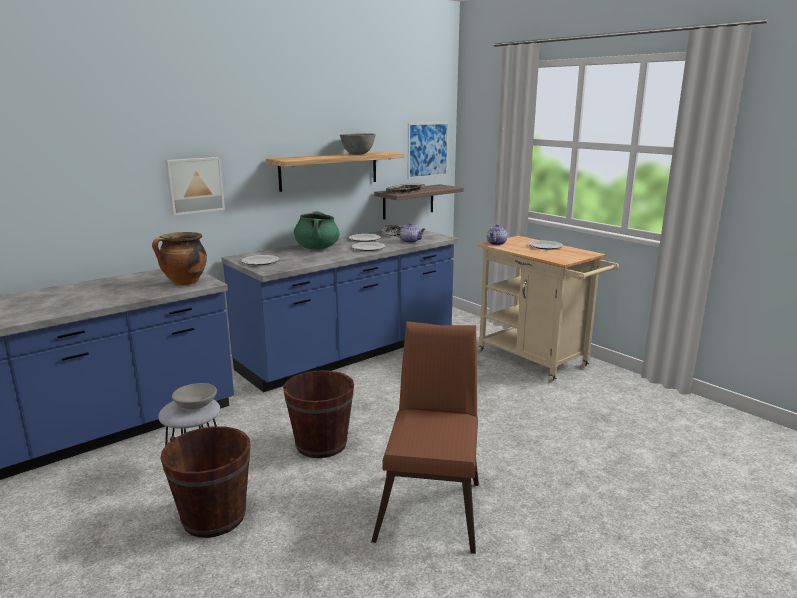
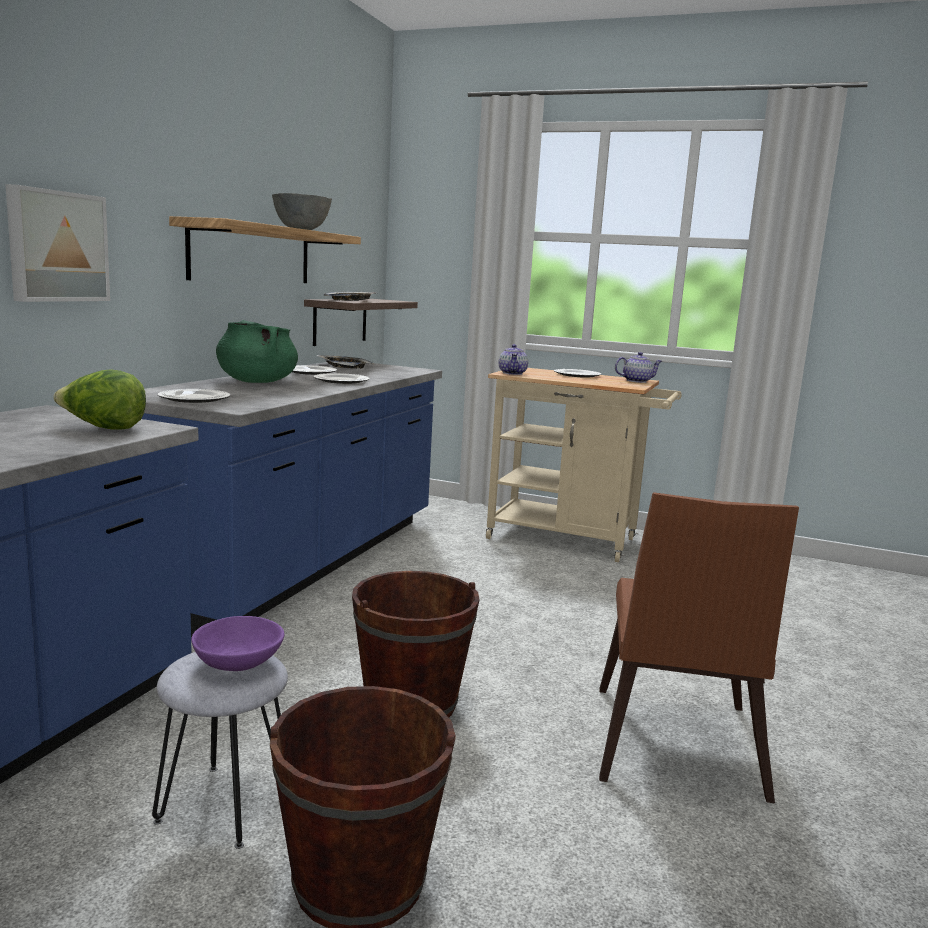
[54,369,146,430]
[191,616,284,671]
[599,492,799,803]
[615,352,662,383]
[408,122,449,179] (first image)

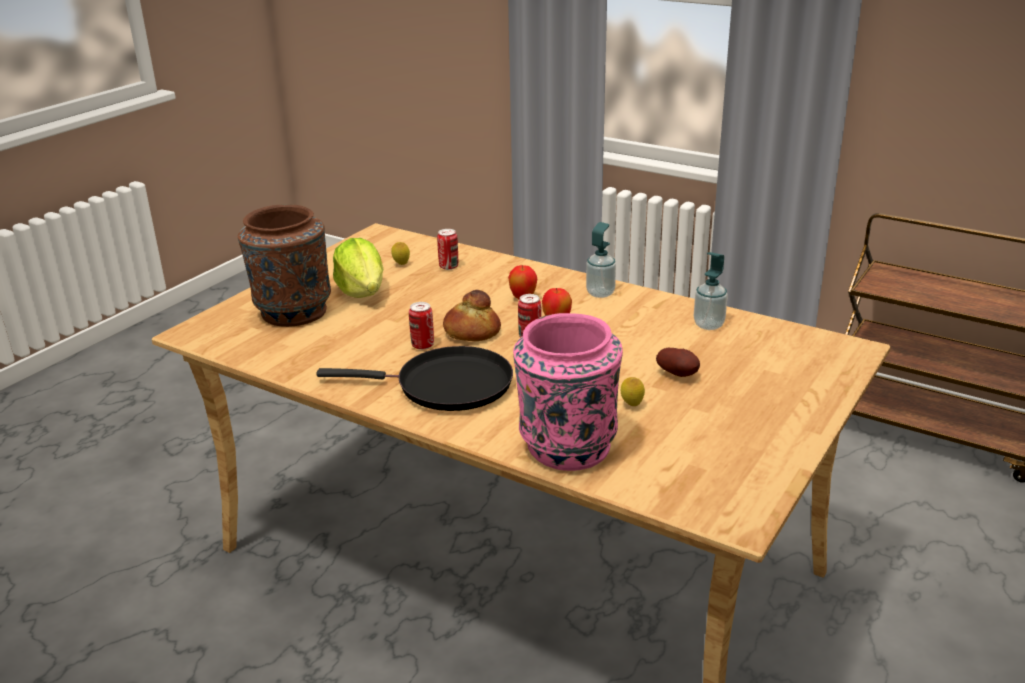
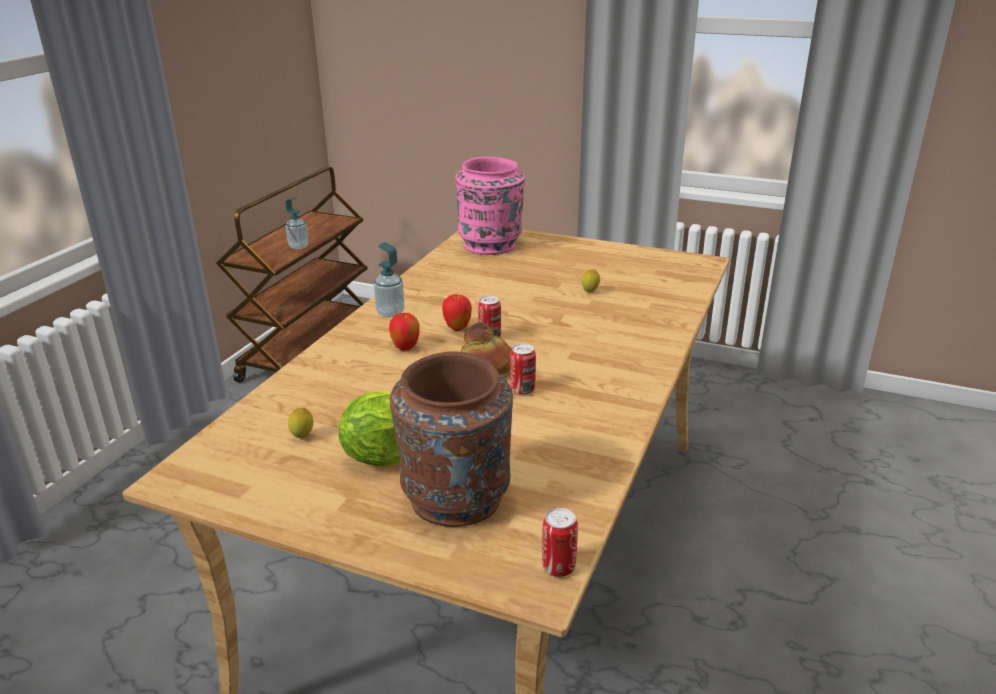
[285,197,308,249]
[455,156,525,255]
[542,508,578,577]
[317,346,513,411] (first image)
[656,348,700,377] (first image)

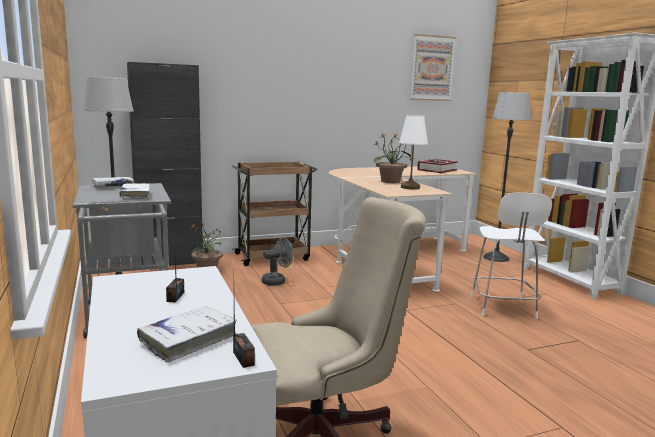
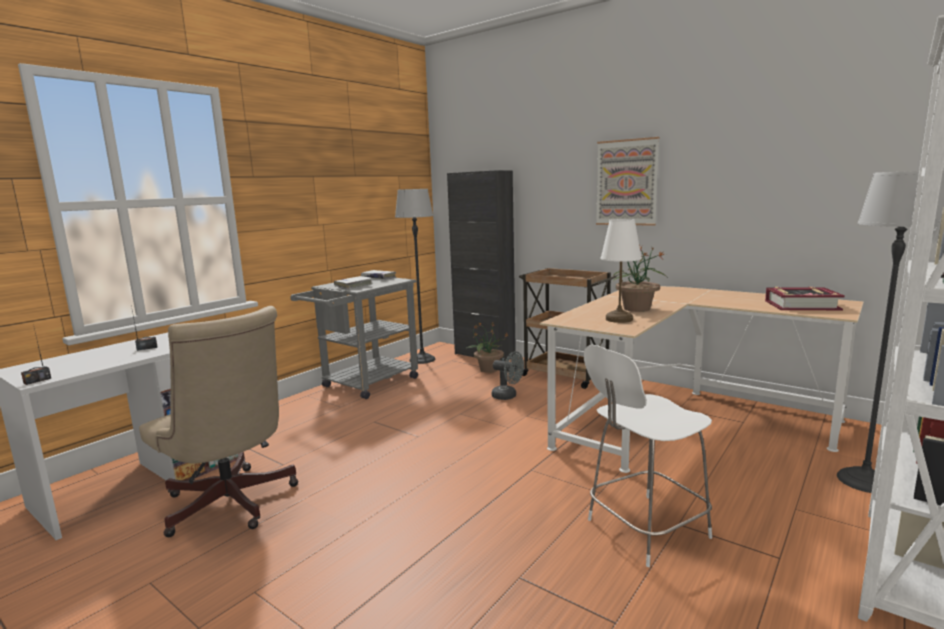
[596,137,659,226]
[137,306,238,362] (first image)

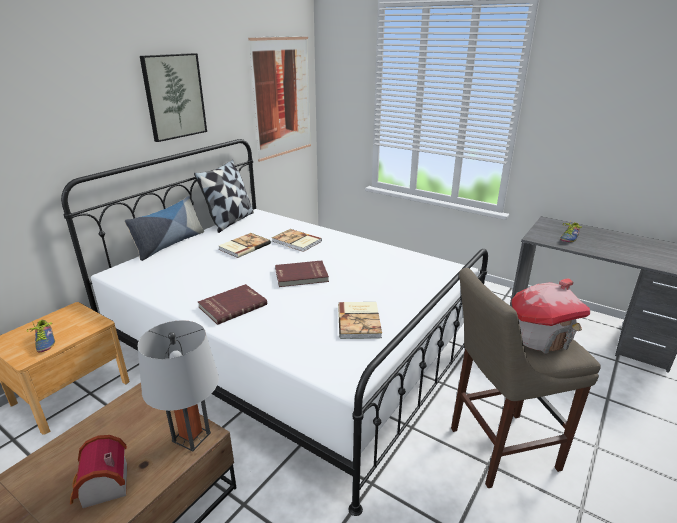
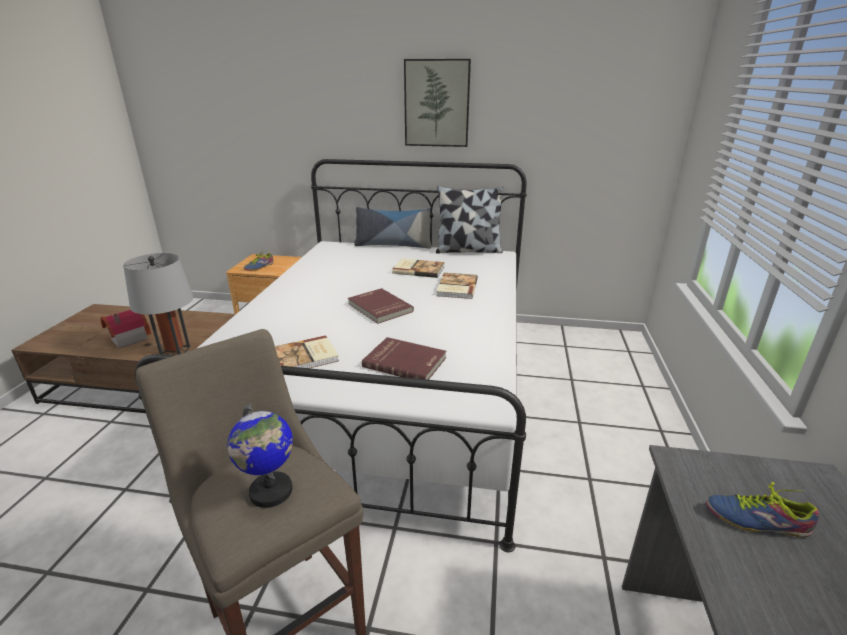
[228,403,293,508]
[362,337,446,380]
[248,36,311,162] (first image)

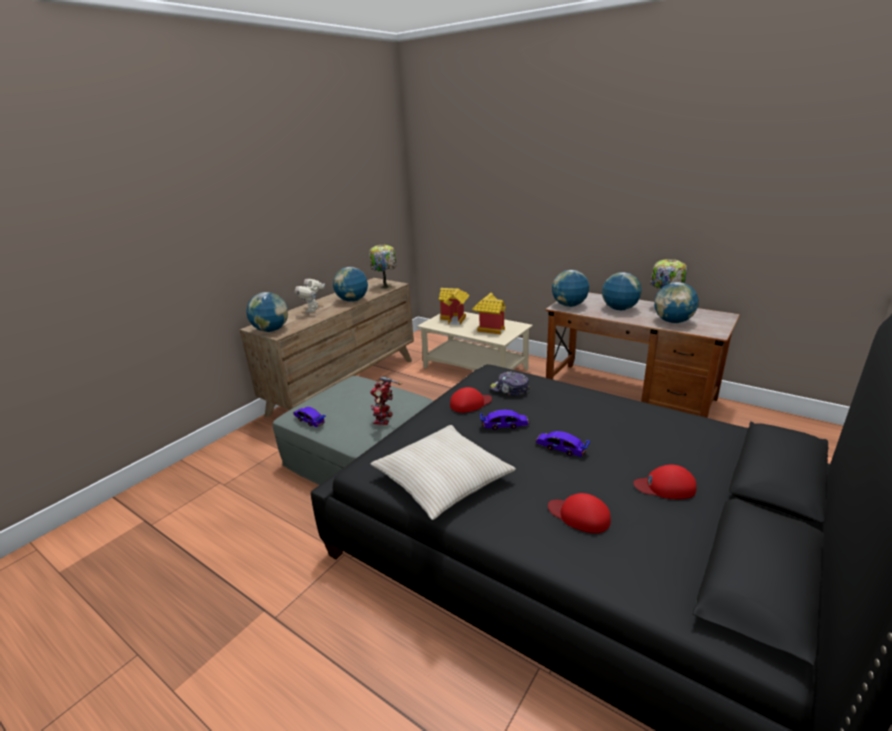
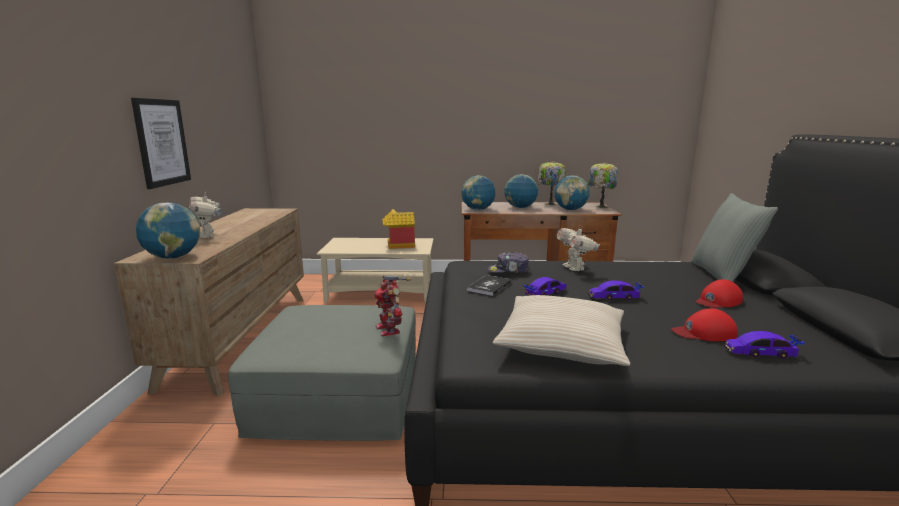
[131,98,191,189]
[467,275,512,296]
[557,225,600,271]
[588,162,618,208]
[691,193,778,282]
[724,331,805,359]
[333,267,368,302] (first image)
[439,288,470,325] (first image)

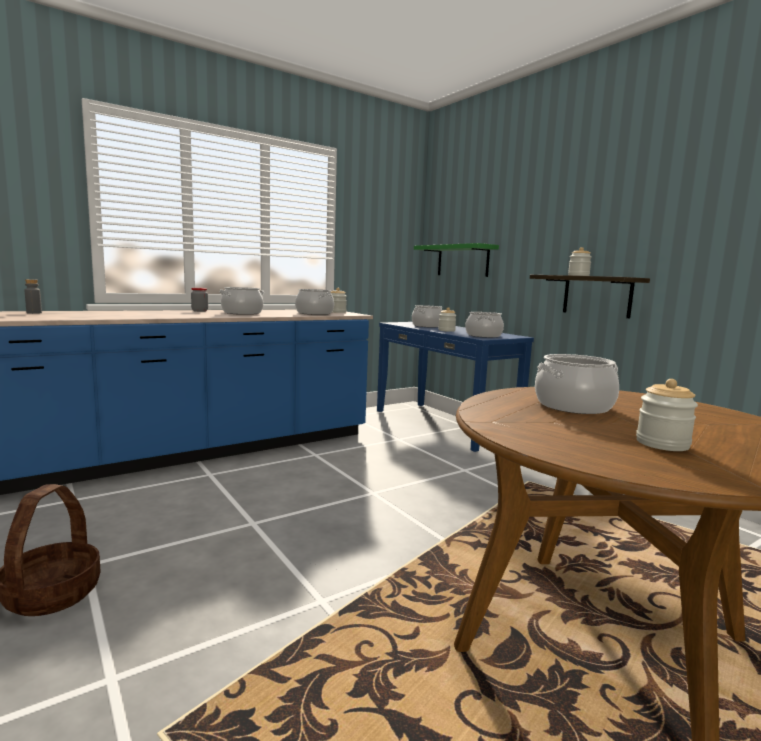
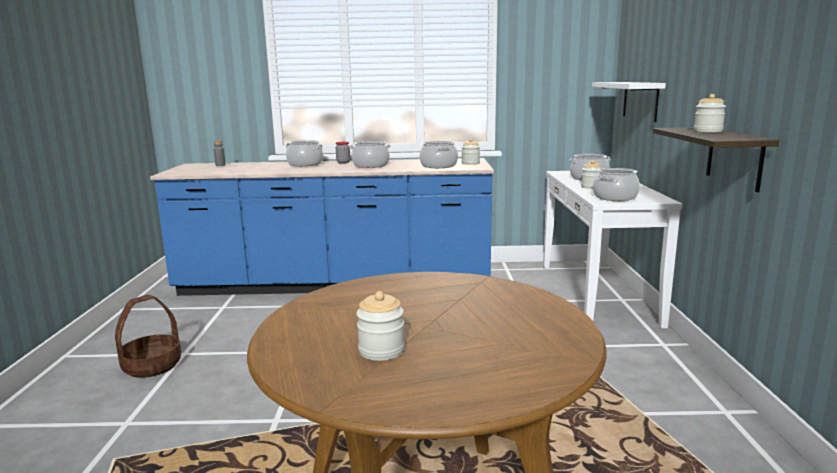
[285,140,323,166]
[543,171,682,328]
[592,82,666,122]

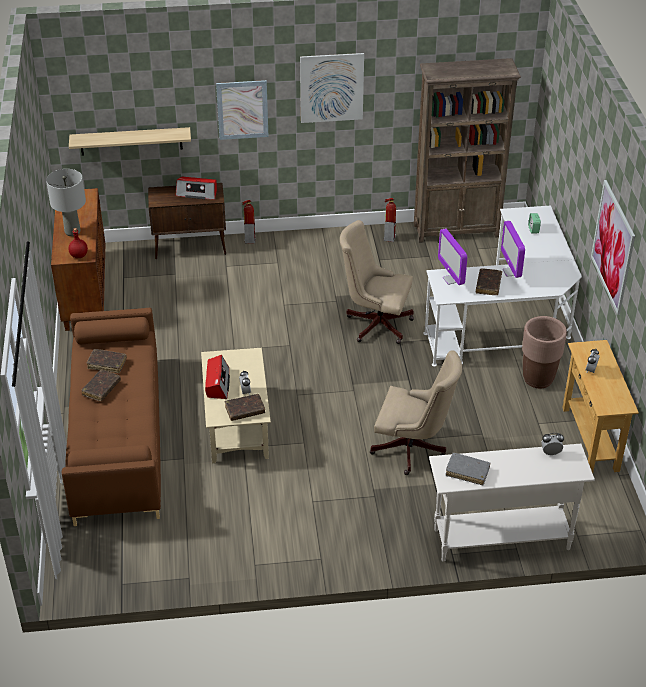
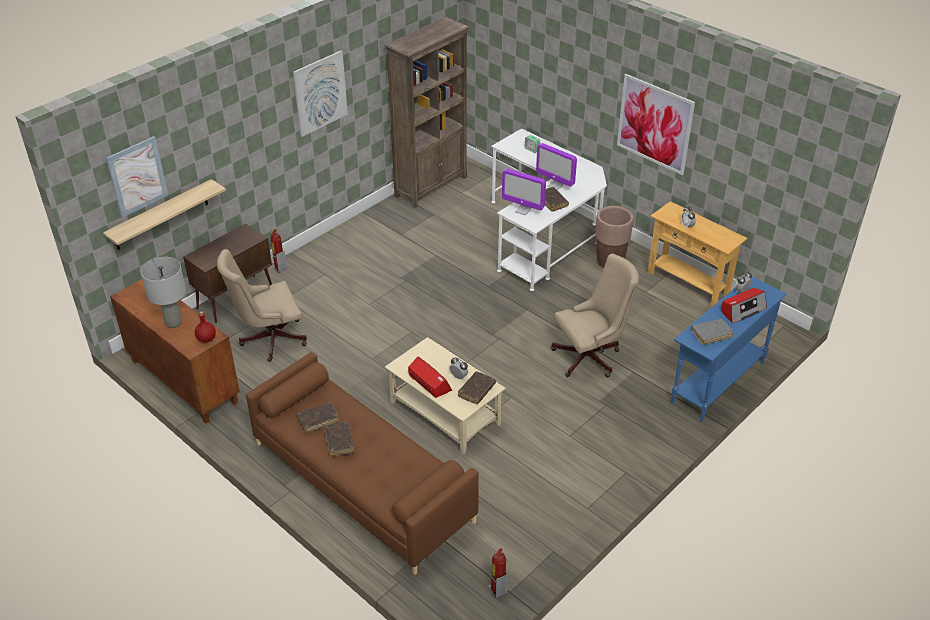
[106,136,168,218]
[217,249,307,362]
[488,548,508,598]
[671,277,787,421]
[721,288,767,324]

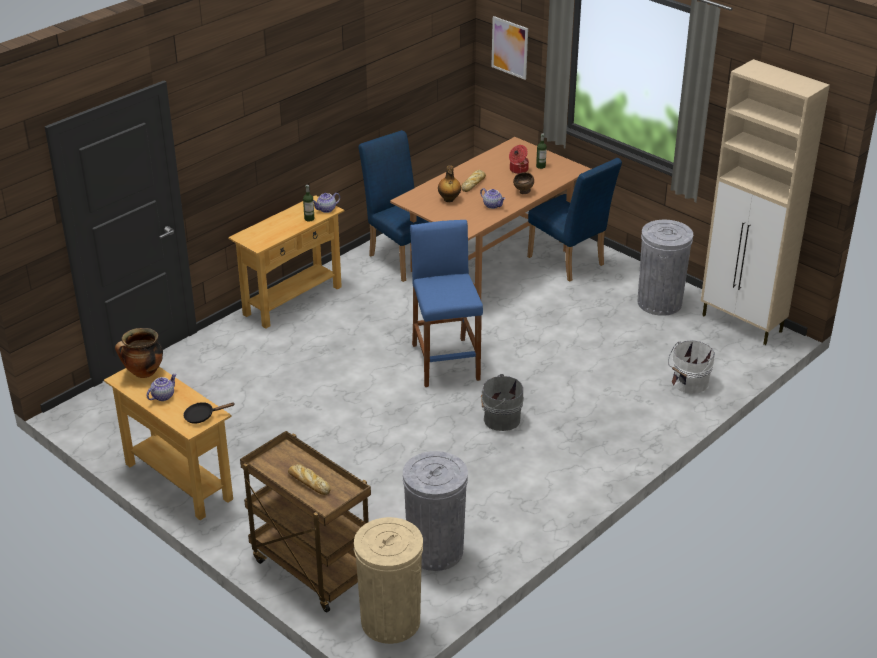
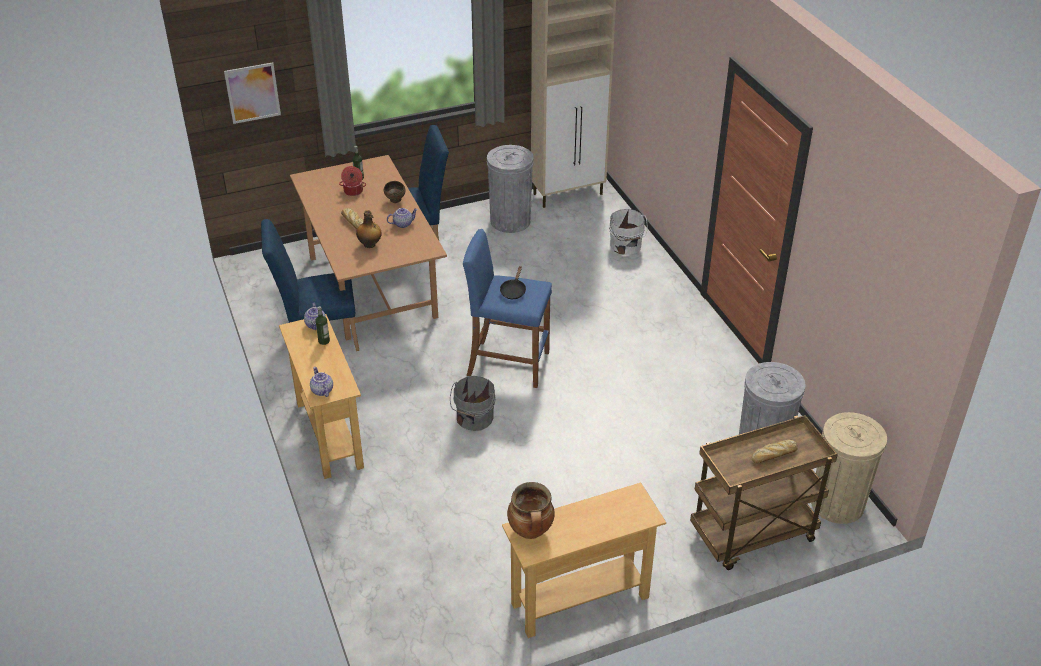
[310,367,333,397]
[450,376,496,431]
[500,266,526,299]

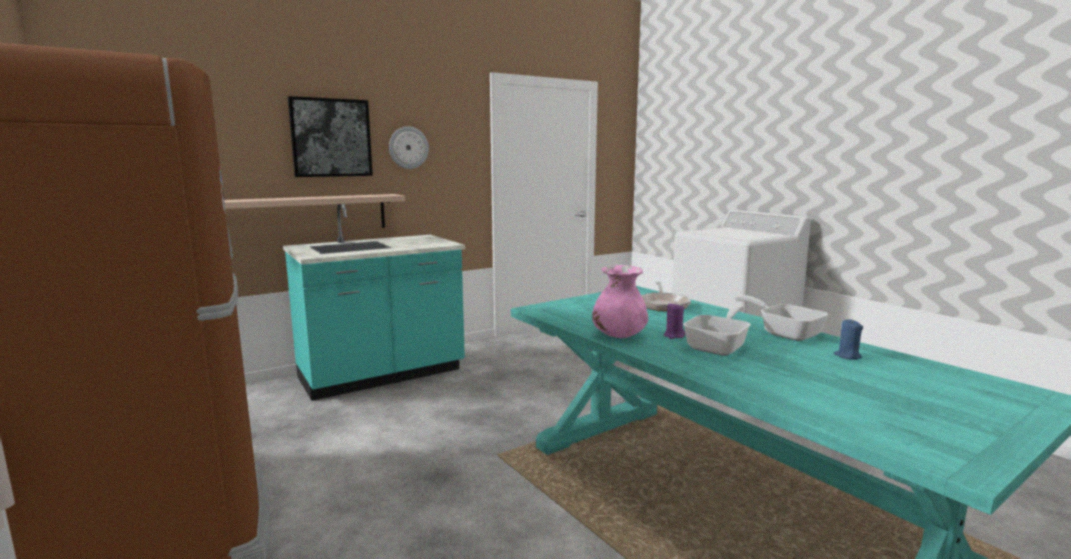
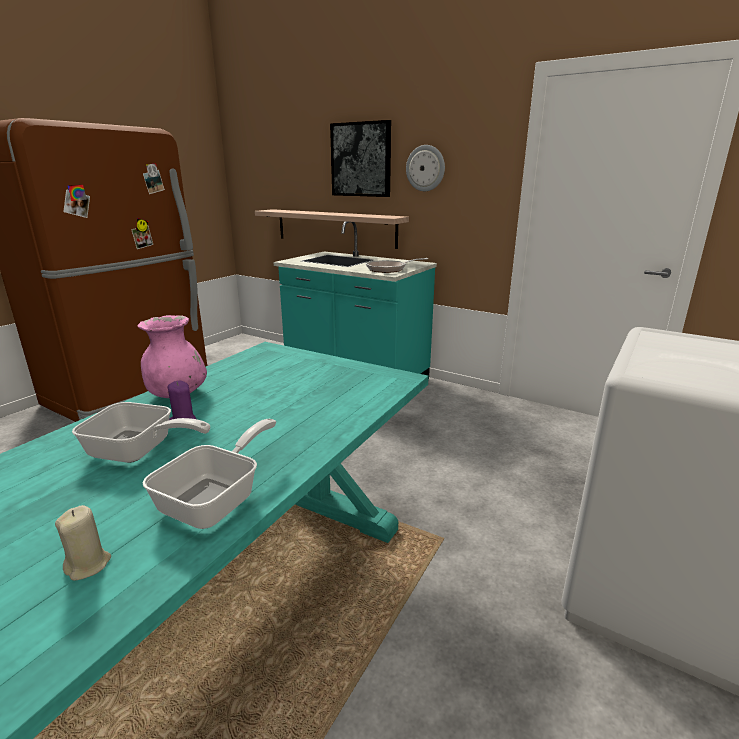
[55,505,111,581]
[366,258,428,273]

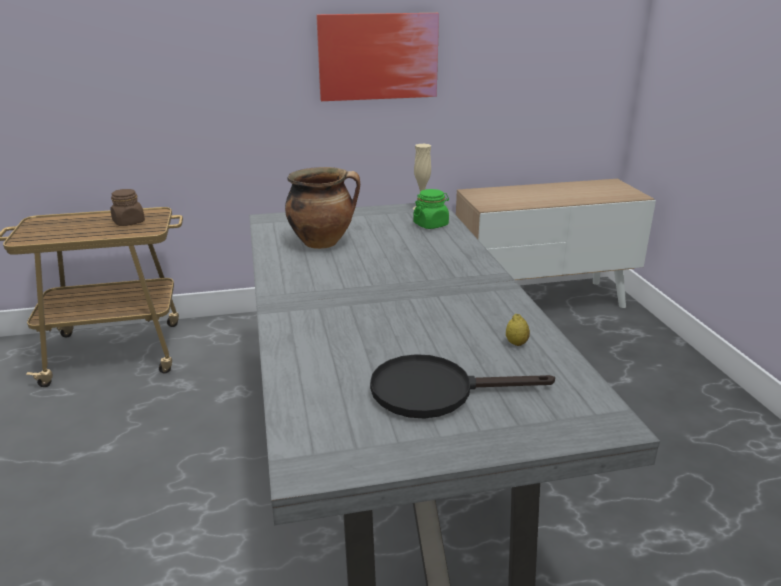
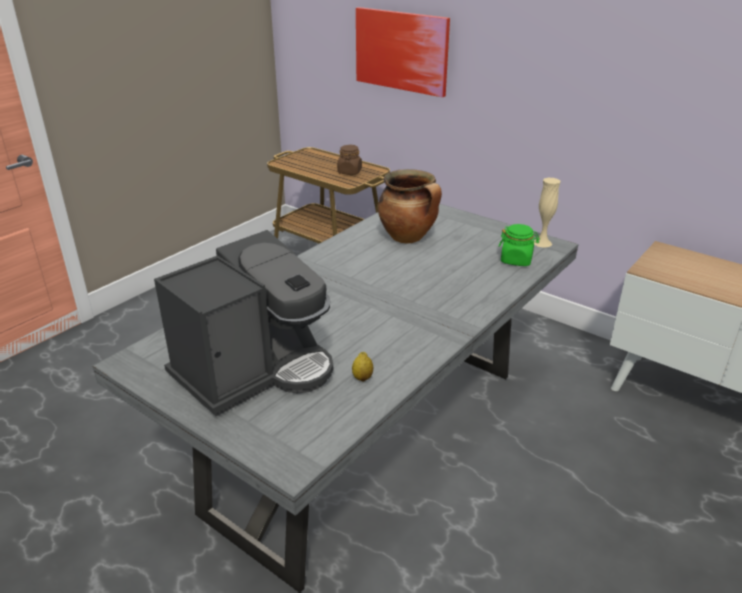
[154,230,333,416]
[356,7,450,97]

